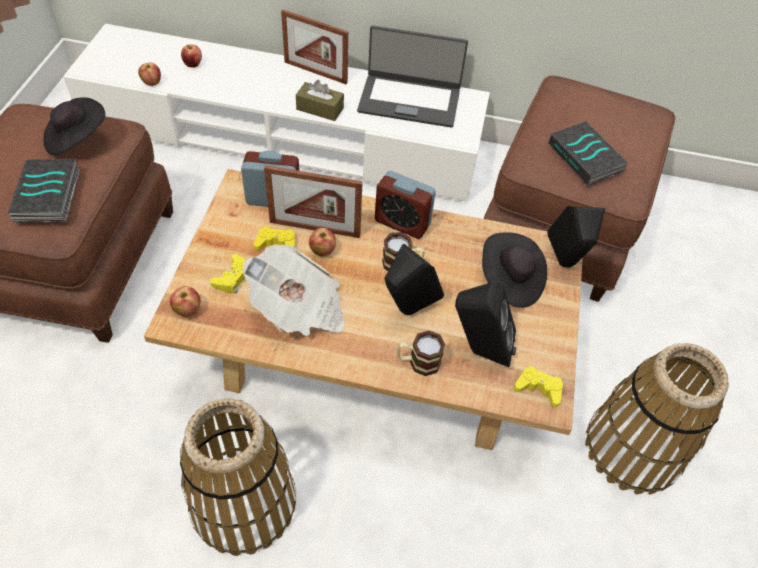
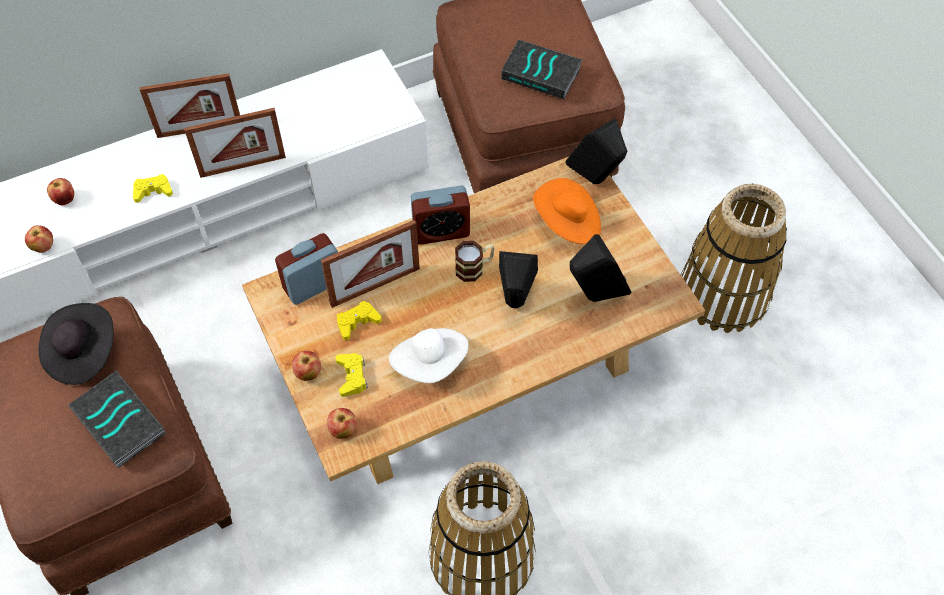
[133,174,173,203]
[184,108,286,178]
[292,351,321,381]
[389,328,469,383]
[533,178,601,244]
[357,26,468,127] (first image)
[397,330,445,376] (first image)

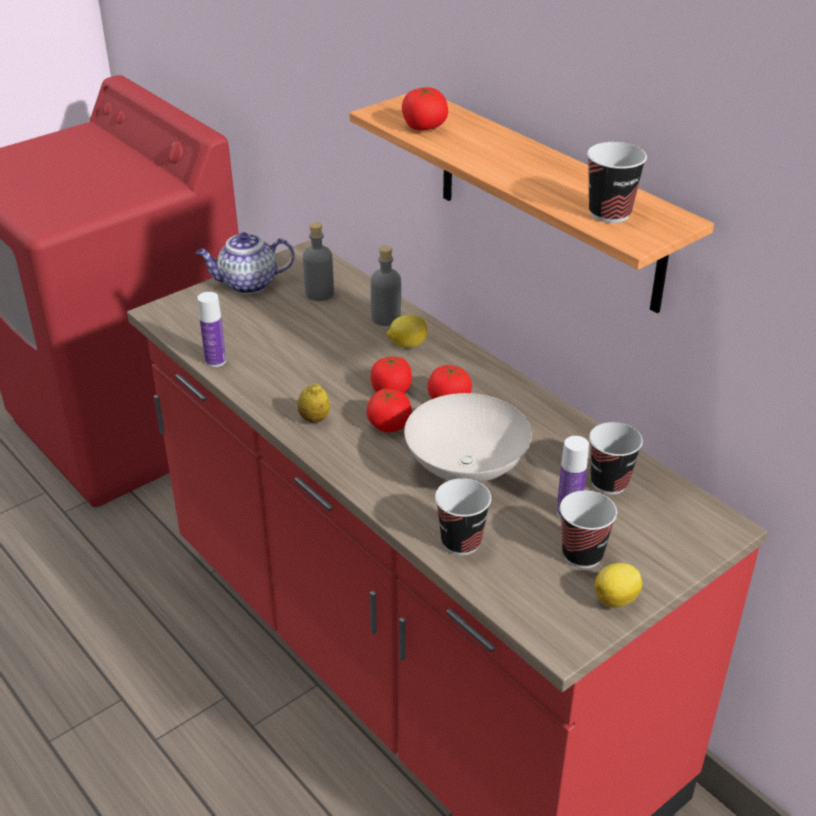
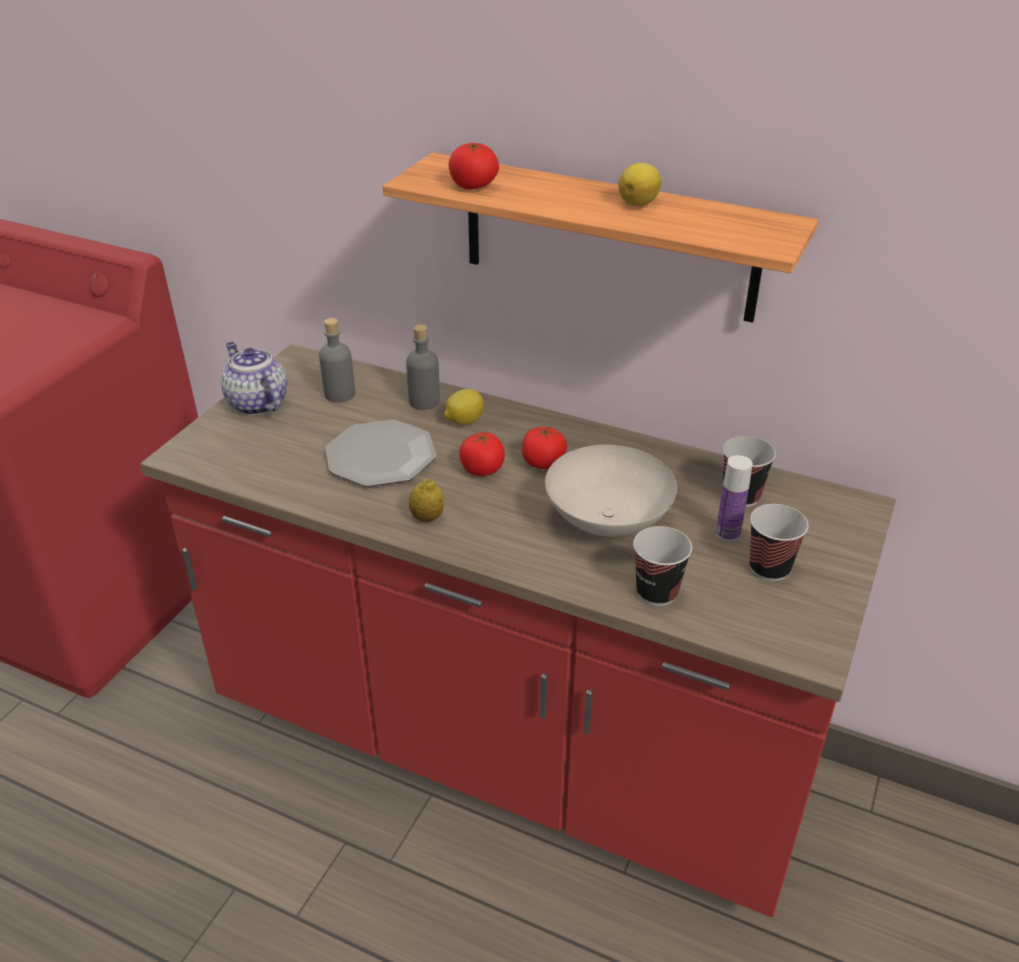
[221,342,288,415]
[325,420,436,487]
[618,163,661,206]
[197,292,226,367] (first image)
[366,389,412,432] (first image)
[587,142,647,223] (first image)

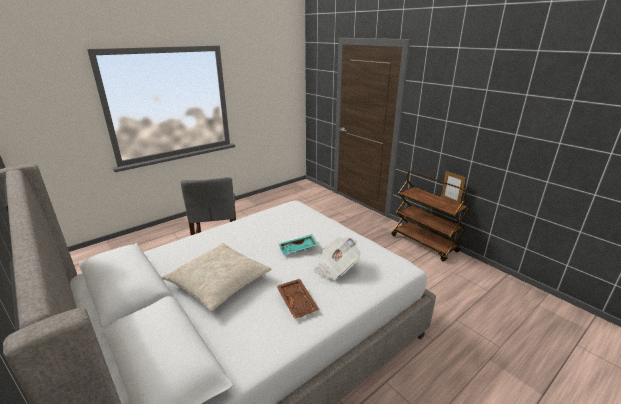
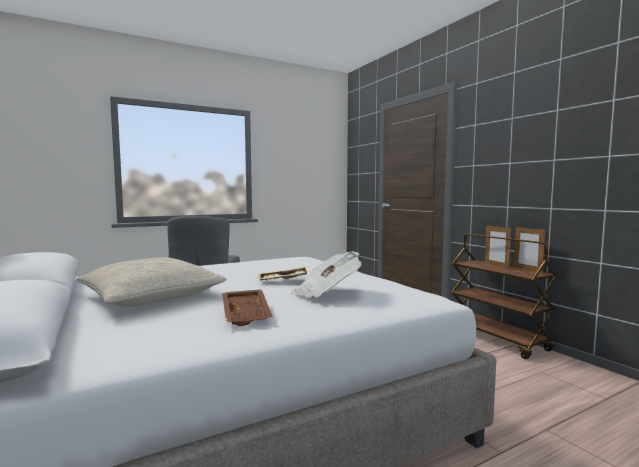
[257,266,310,281]
[485,226,511,268]

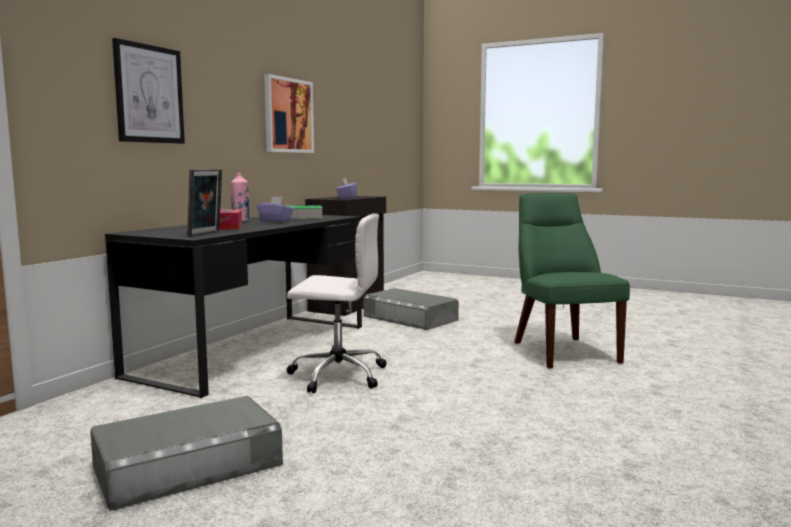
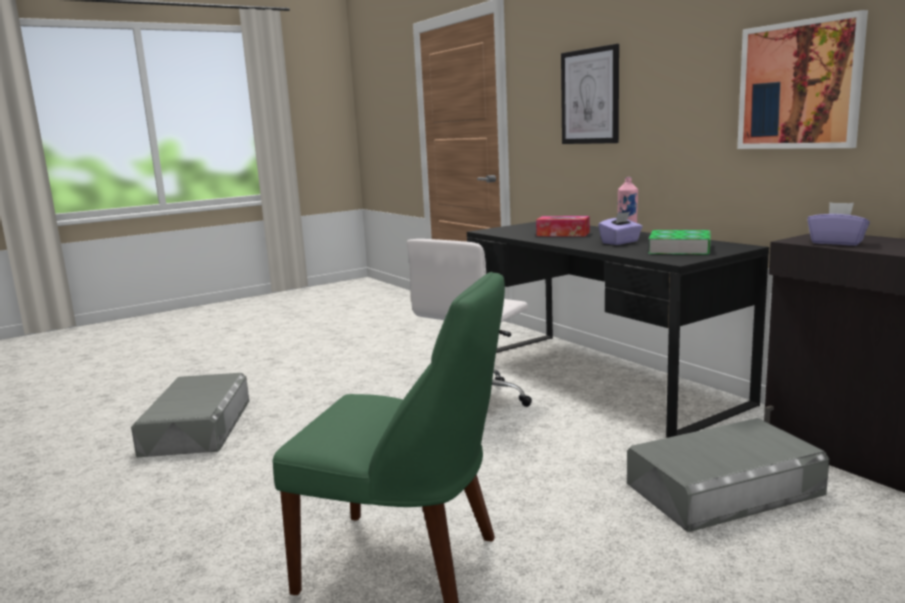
[131,373,249,457]
[187,169,222,236] (first image)

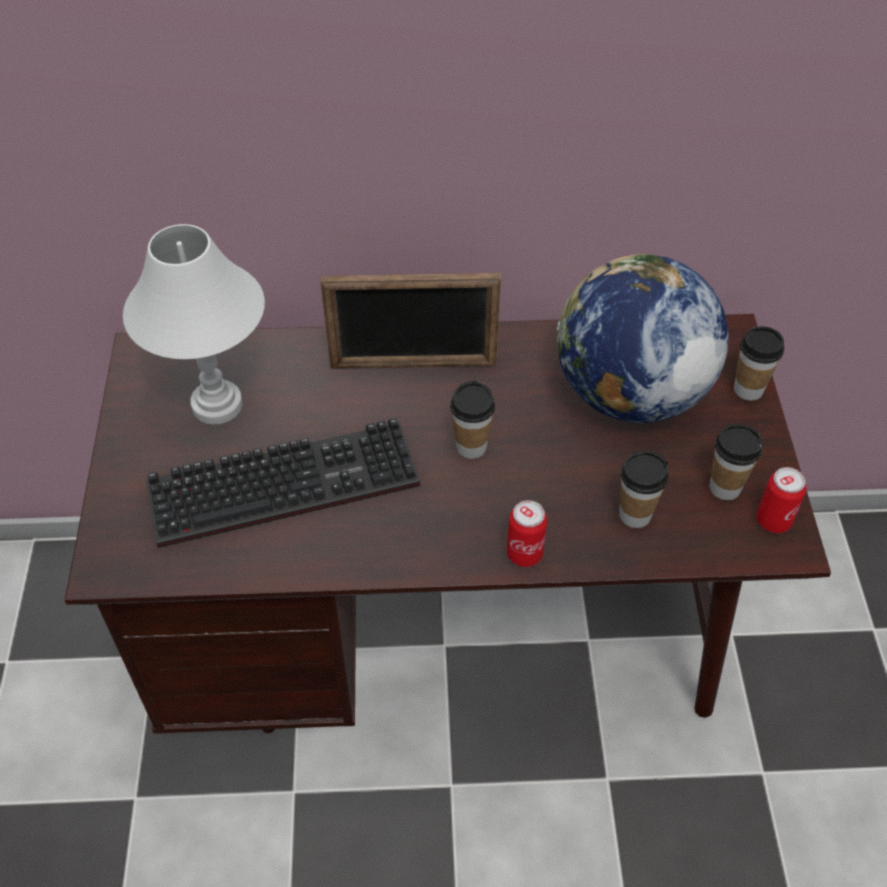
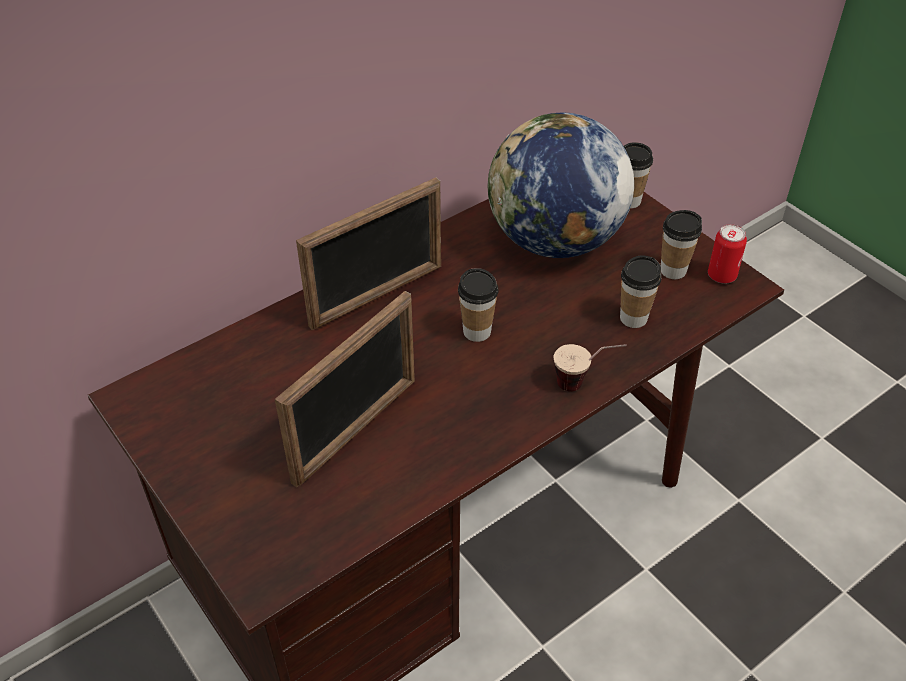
[275,291,415,488]
[554,344,627,392]
[123,224,265,425] (first image)

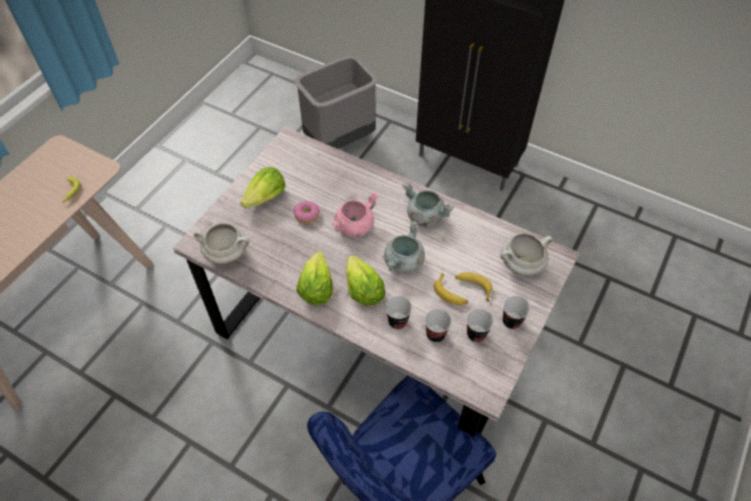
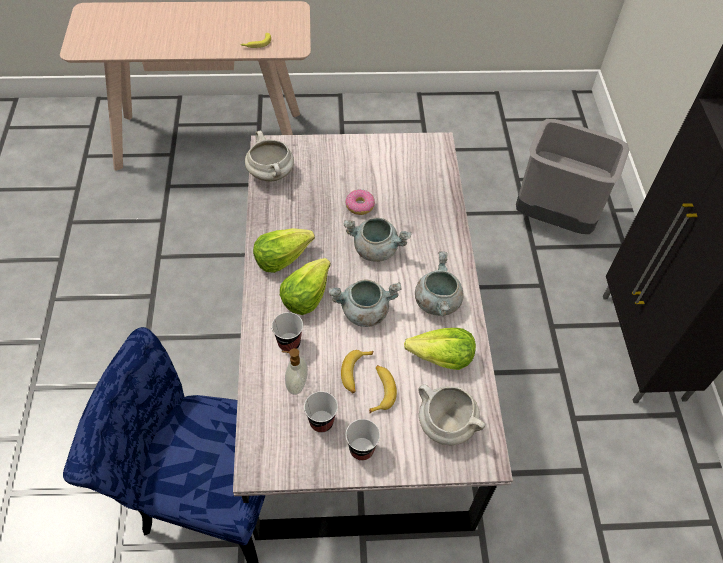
[282,348,308,395]
[344,218,411,262]
[404,328,476,370]

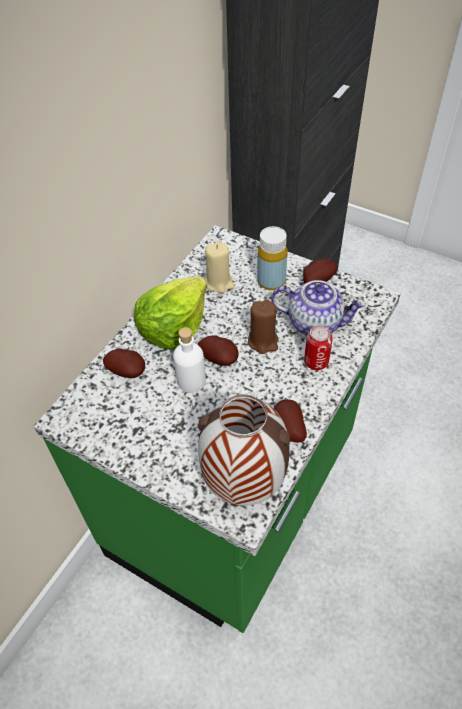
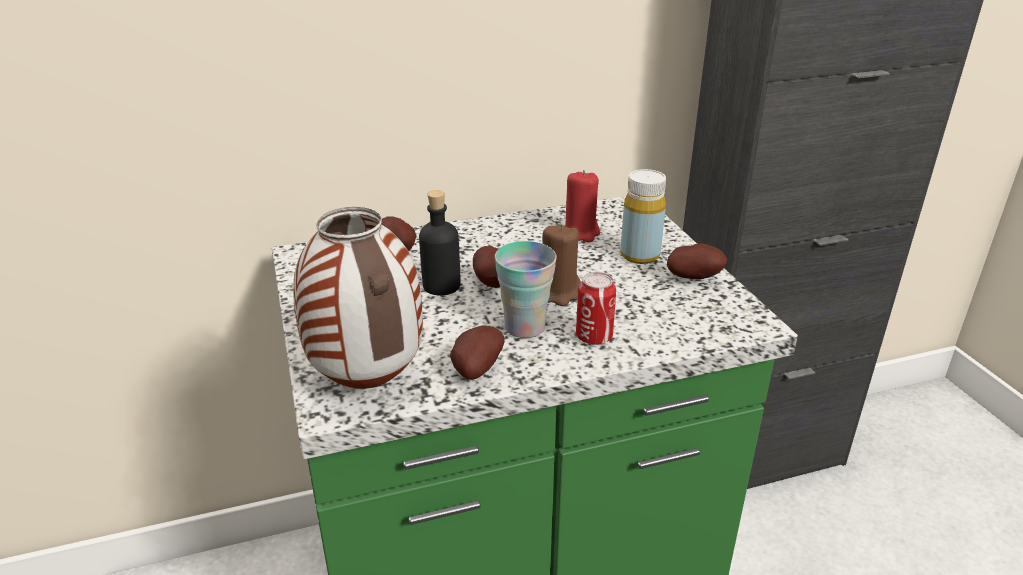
[419,190,461,295]
[495,241,557,338]
[565,170,600,242]
[134,276,207,350] (first image)
[271,280,366,335] (first image)

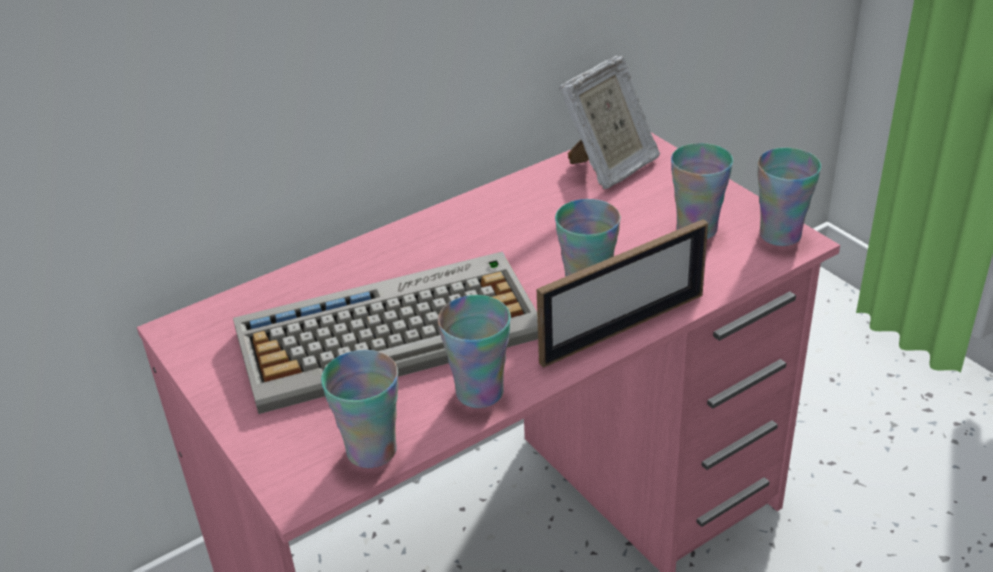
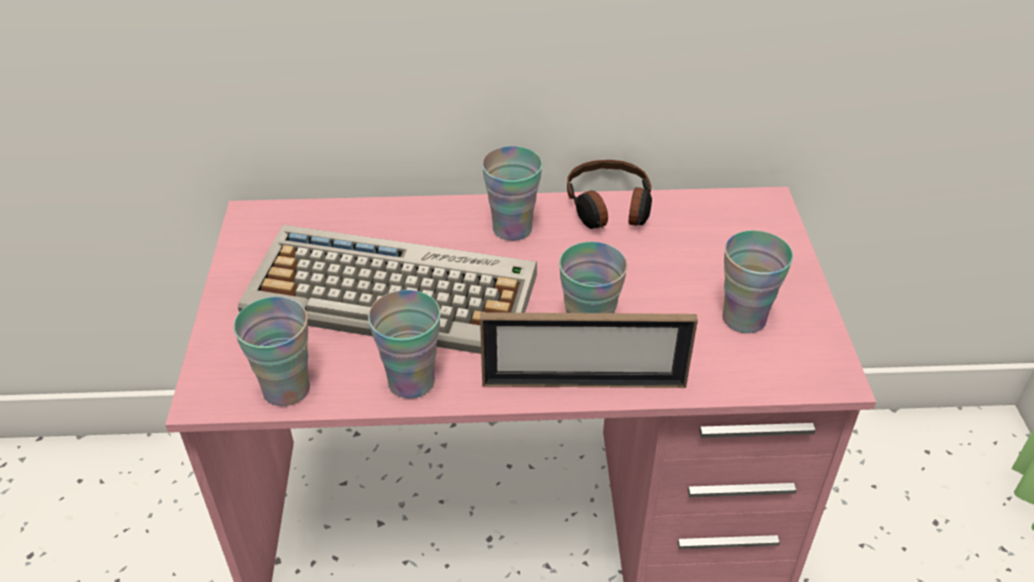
[482,146,542,241]
[567,160,652,229]
[559,56,660,189] (first image)

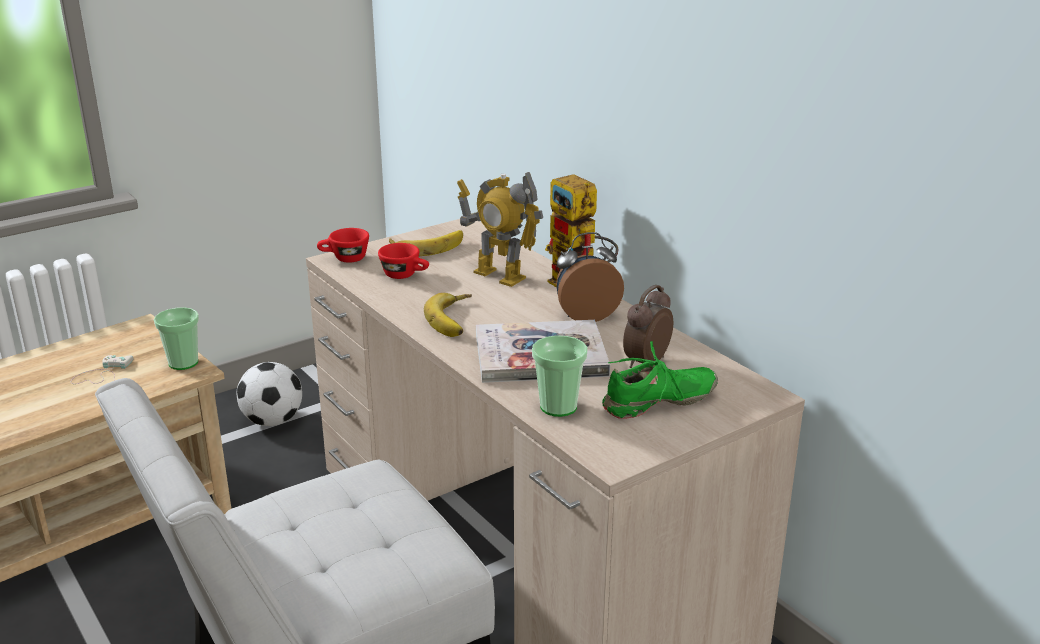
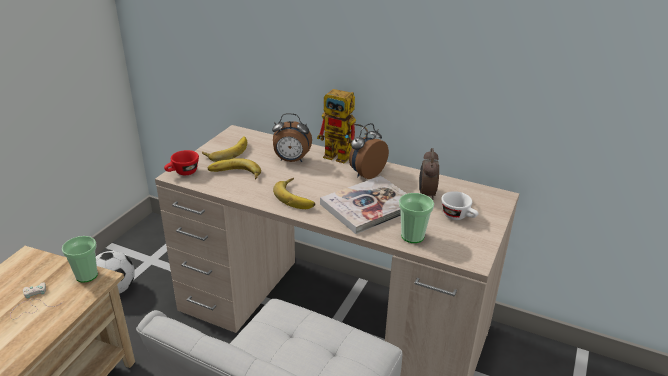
[208,158,261,179]
[272,113,312,162]
[441,191,478,220]

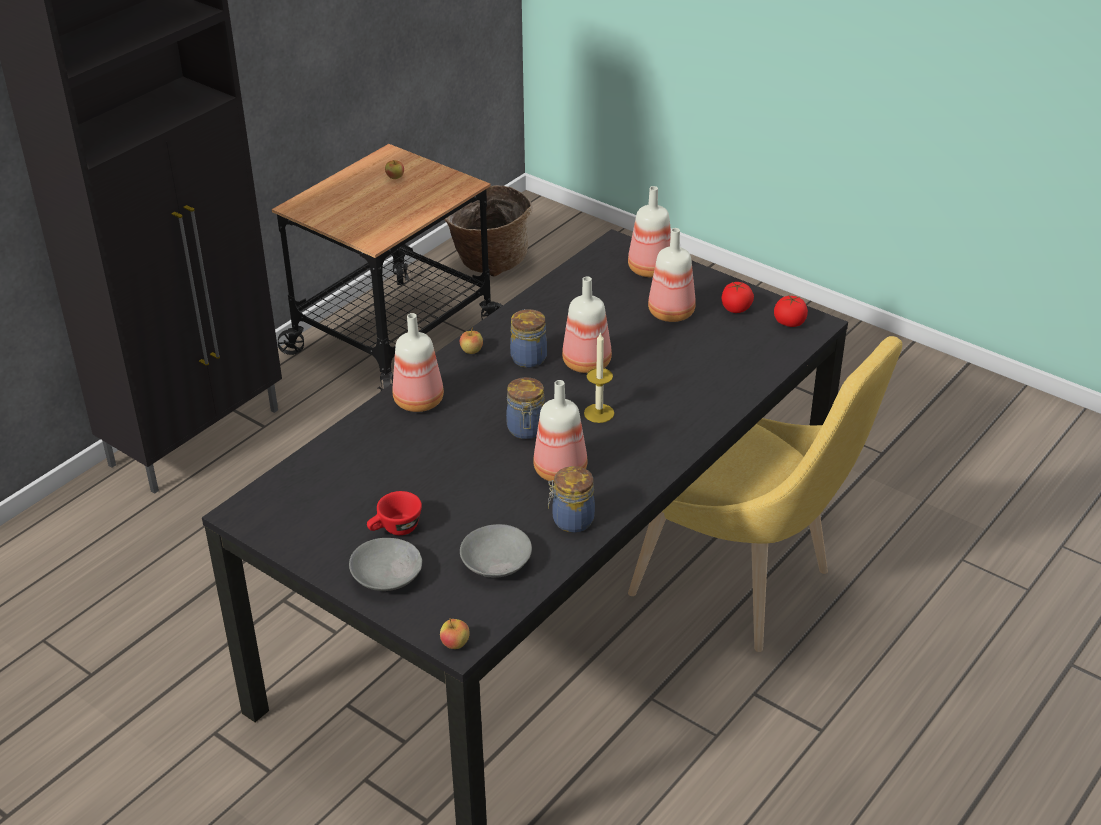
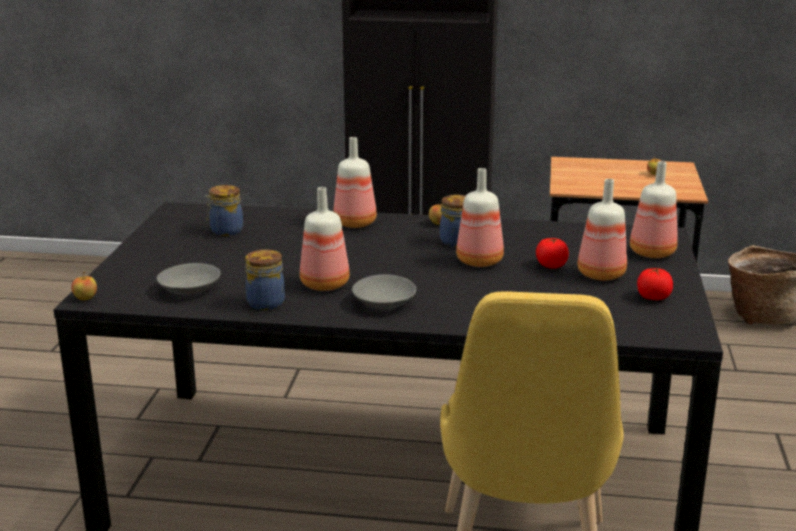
[205,185,243,236]
[352,274,416,310]
[536,238,569,269]
[367,491,422,535] (first image)
[584,332,614,423] (first image)

